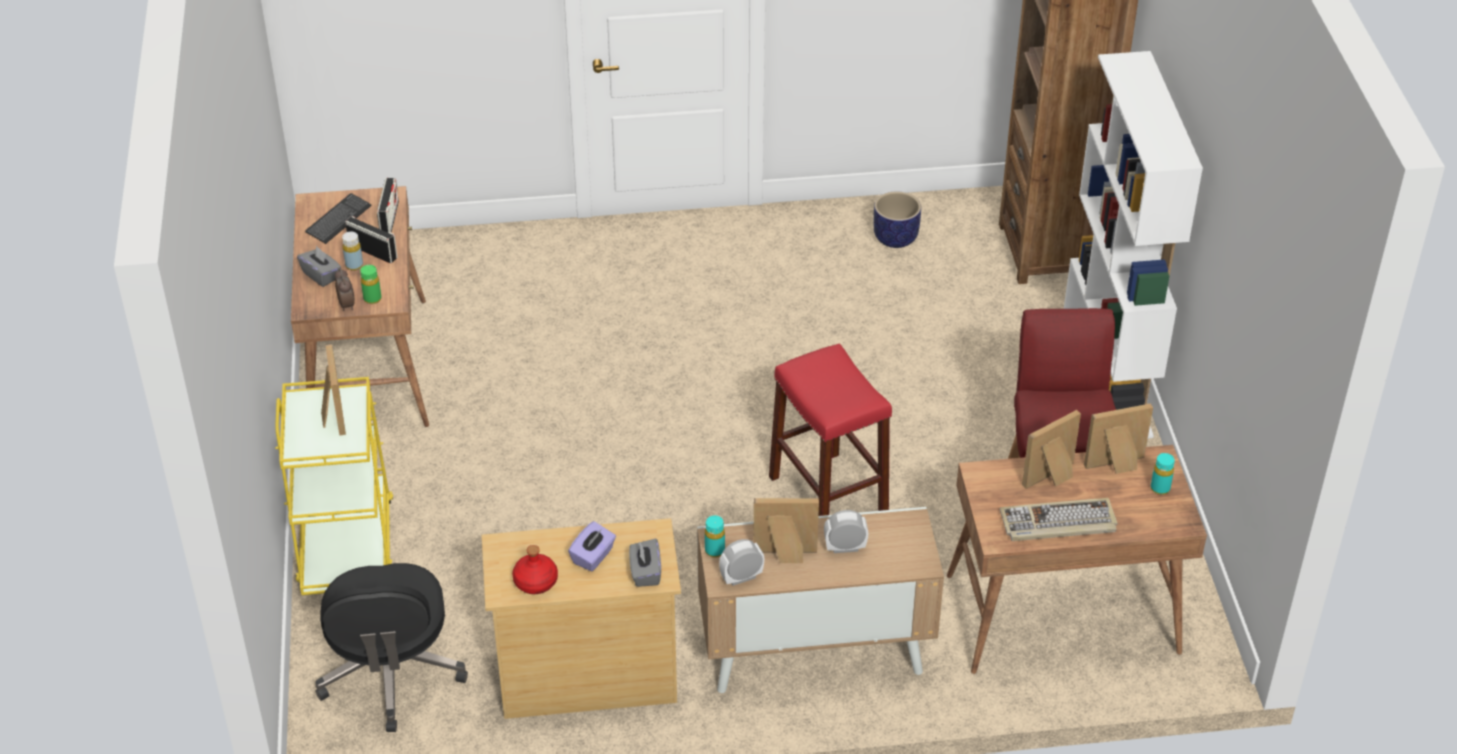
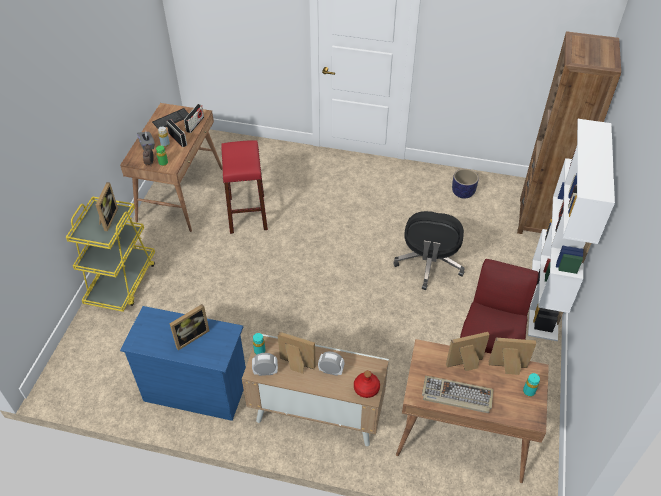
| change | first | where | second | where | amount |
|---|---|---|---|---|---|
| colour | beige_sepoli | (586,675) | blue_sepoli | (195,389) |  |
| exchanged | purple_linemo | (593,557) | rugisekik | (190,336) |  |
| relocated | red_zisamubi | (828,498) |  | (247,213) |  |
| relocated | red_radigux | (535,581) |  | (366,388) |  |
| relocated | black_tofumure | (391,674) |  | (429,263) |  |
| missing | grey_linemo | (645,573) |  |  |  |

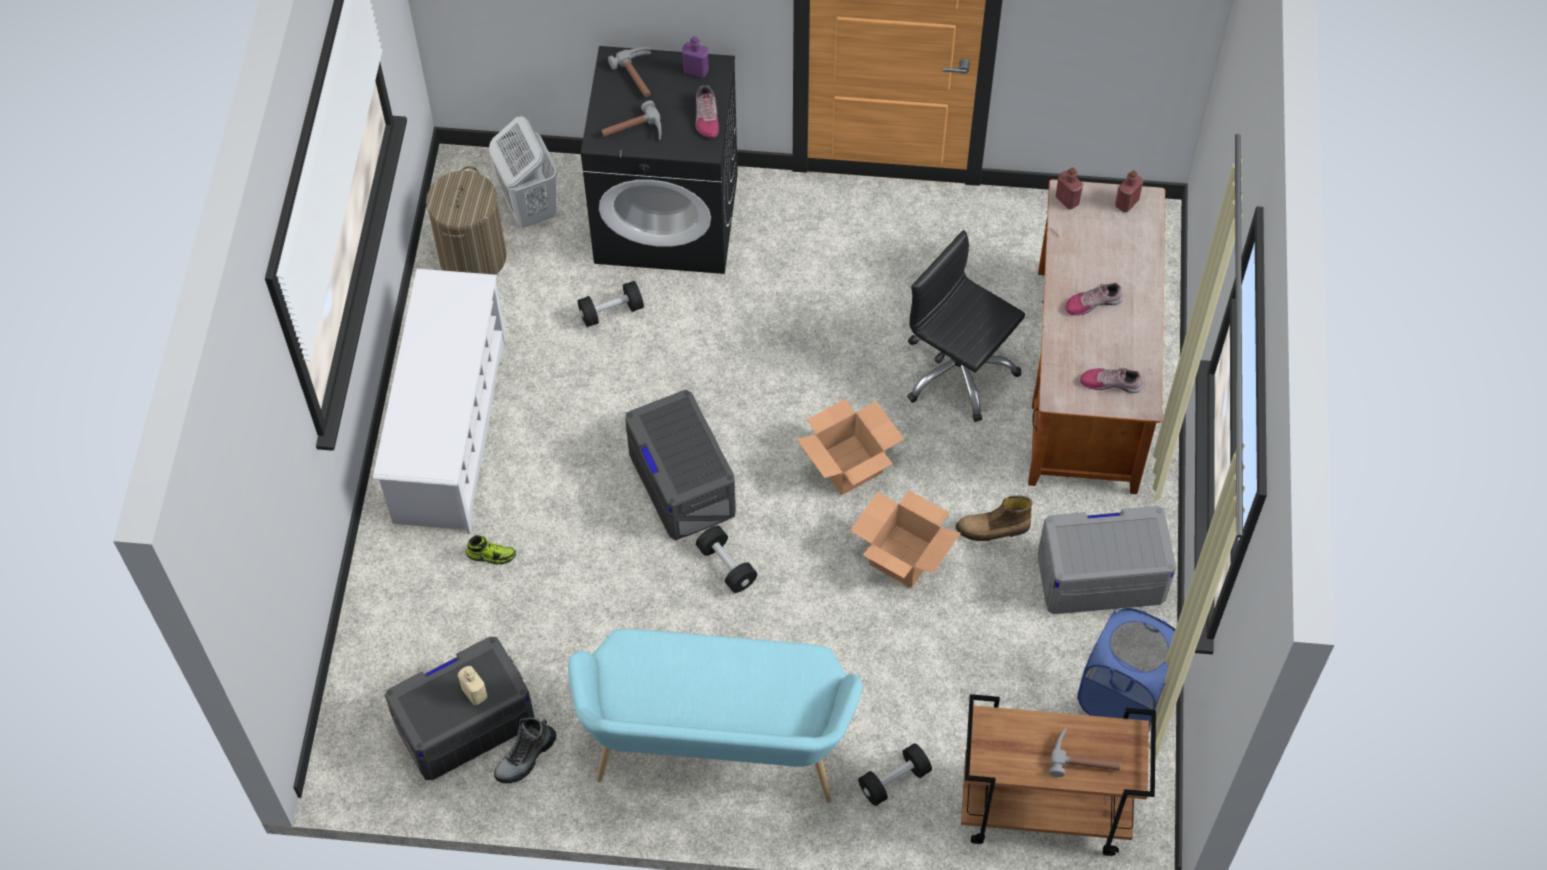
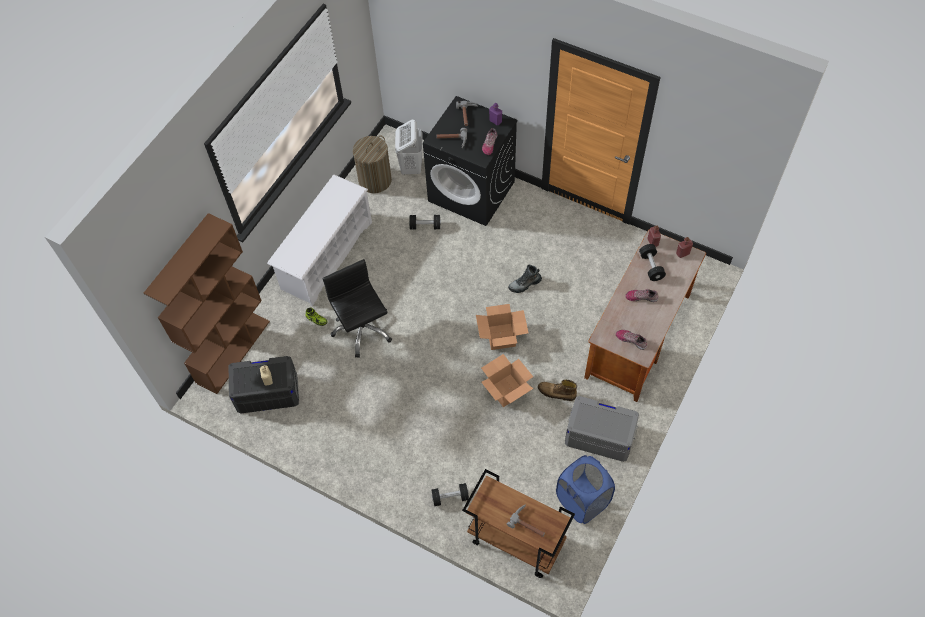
| change | first | where | second | where | amount |
|---|---|---|---|---|---|
| appeared |  |  | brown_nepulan | (233,351) |  |
| relocated | black_tofumure | (958,372) |  | (362,329) |  |
| relocated | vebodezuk | (525,757) |  | (525,284) |  |
| relocated | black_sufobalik | (726,566) |  | (651,267) |  |
| missing | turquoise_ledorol | (717,751) |  |  |  |
| missing | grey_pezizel | (682,482) |  |  |  |

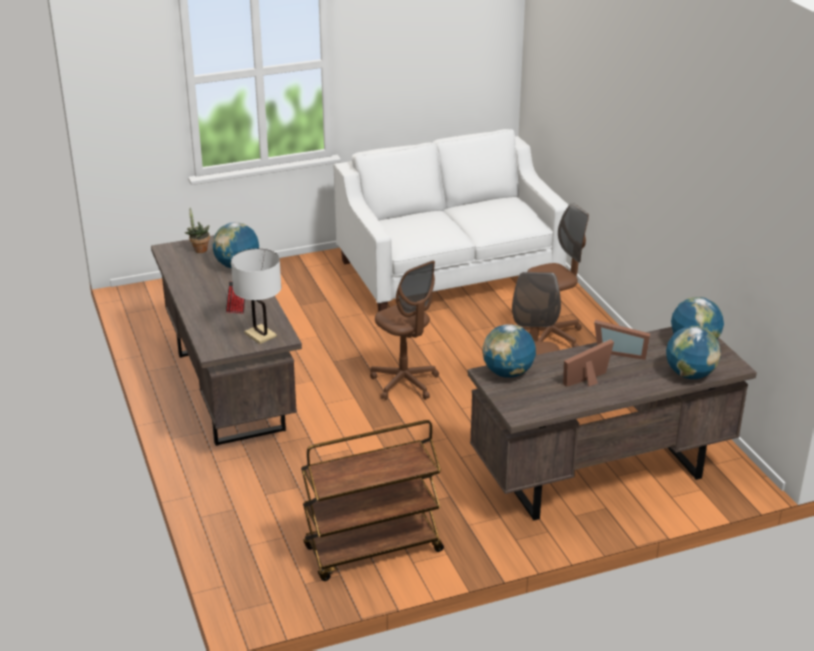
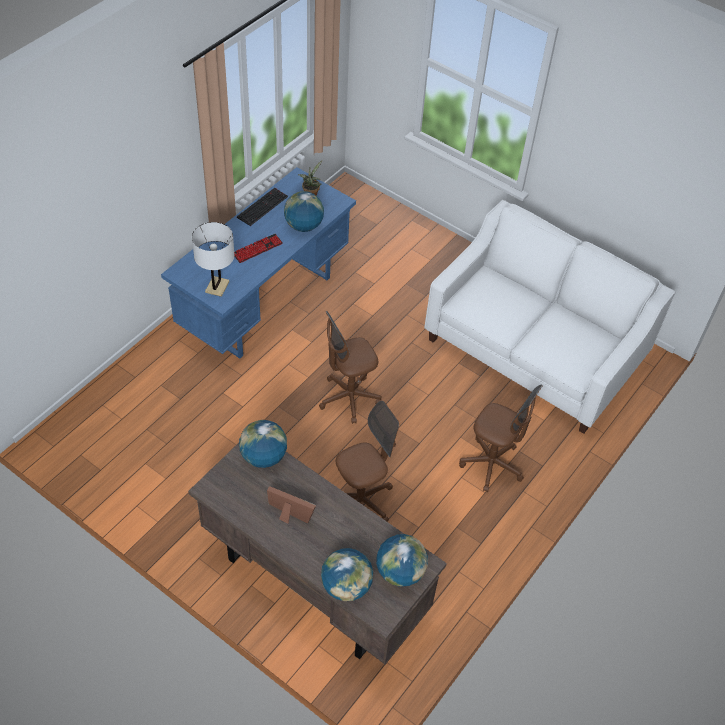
| change | first | where | second | where | amount |
|---|---|---|---|---|---|
| colour | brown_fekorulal | (228,390) | blue_fekorulal | (265,302) |  |
| appeared |  |  | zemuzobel | (262,206) |  |
| spun | brown_tofumure | (404,383) |  | (349,398) | 45 degrees clockwise |
| missing | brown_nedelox | (372,550) |  |  |  |
| missing | rugisekik | (620,351) |  |  |  |

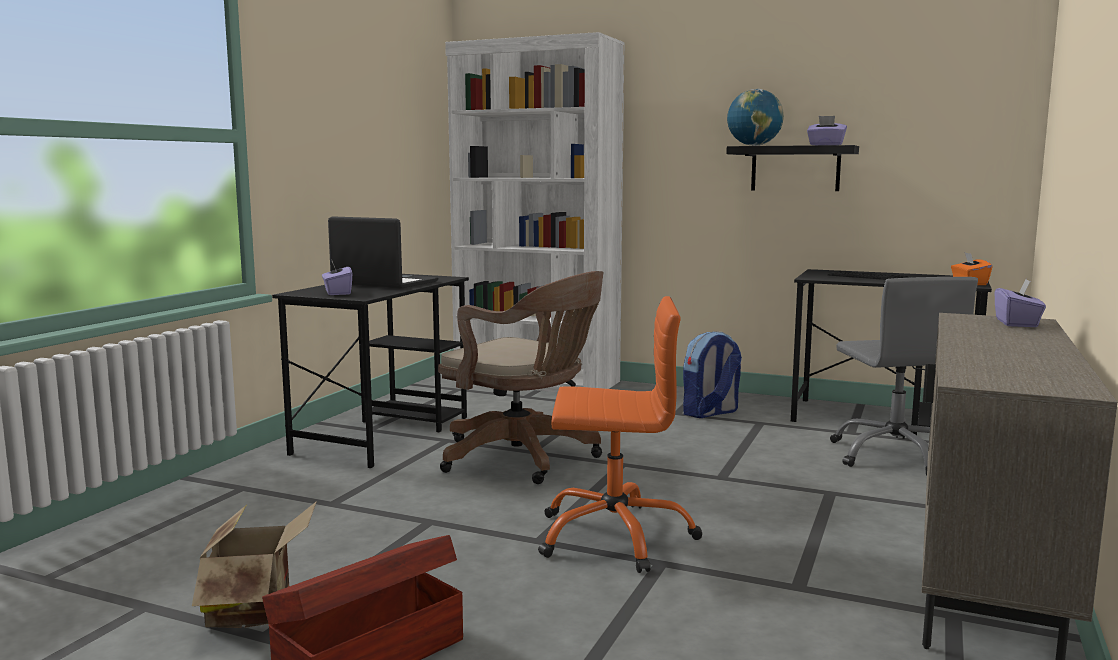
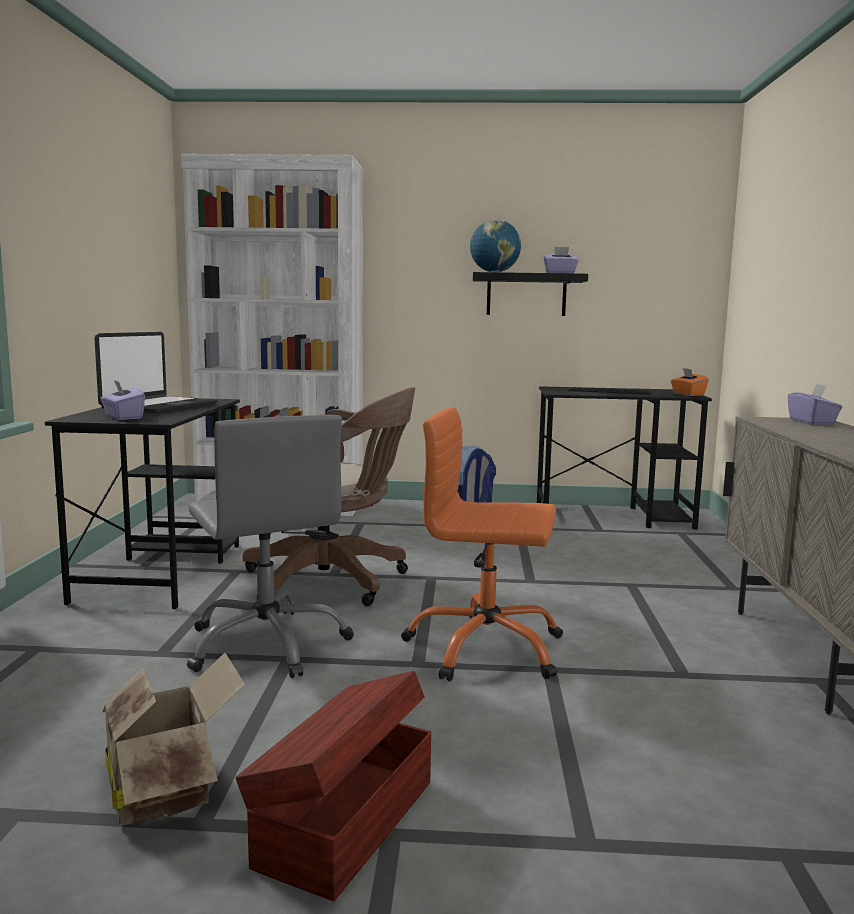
| change | first | where | second | where | amount |
|---|---|---|---|---|---|
| spun | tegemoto | (384,283) |  | (159,406) | 105 degrees clockwise |
| relocated | grey_tofumure | (895,455) |  | (268,644) |  |
| spun | orange_tofumure | (615,536) |  | (485,648) | 150 degrees counterclockwise |

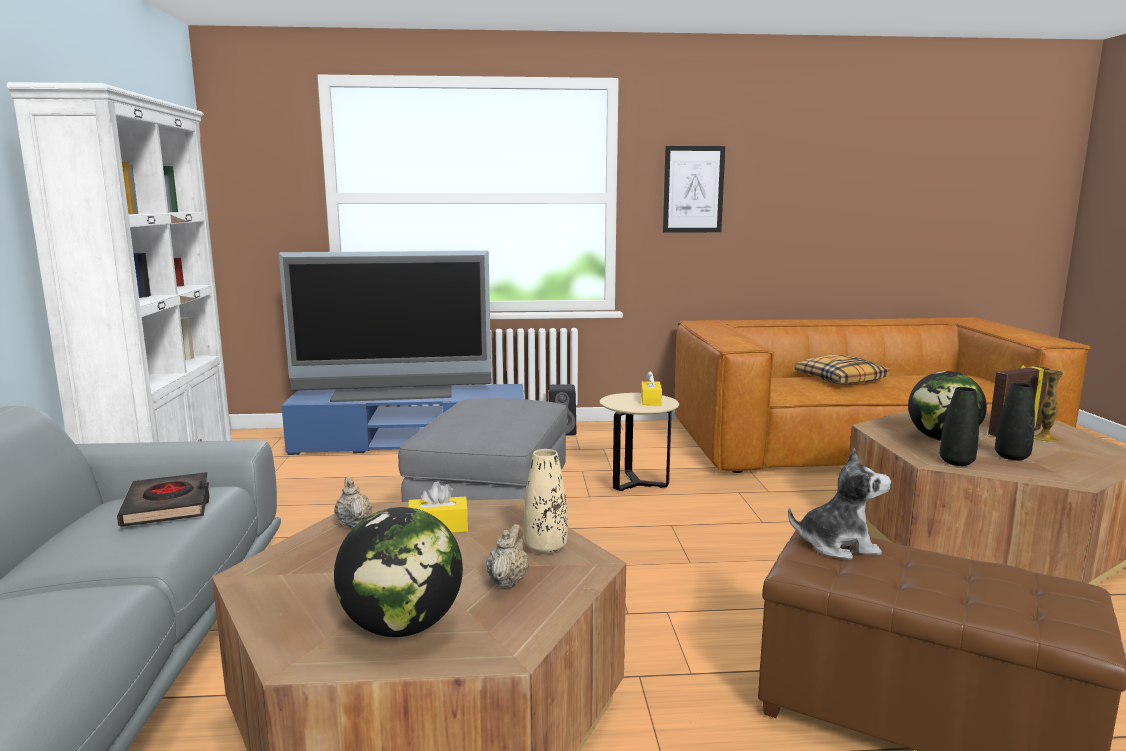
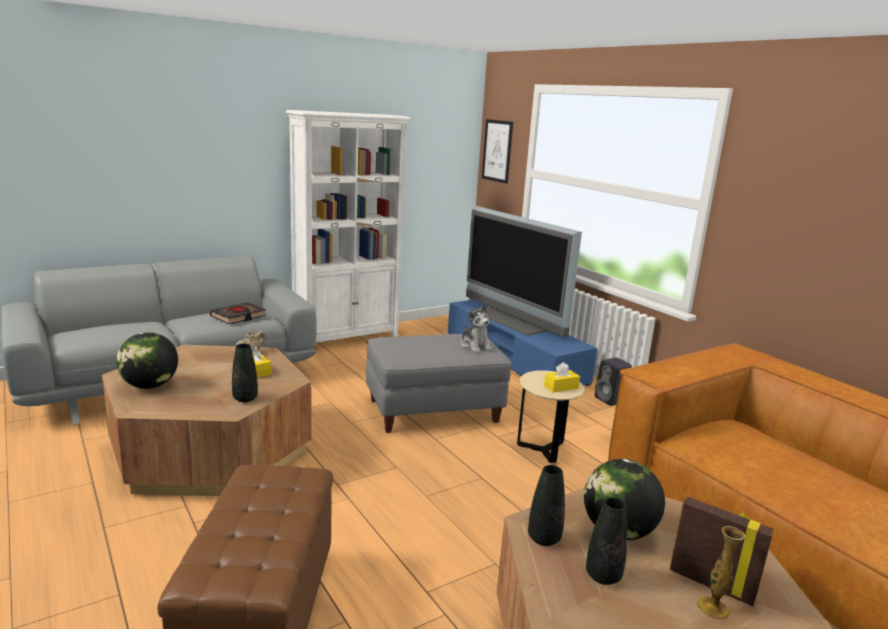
| change | first | where | second | where | amount |
|---|---|---|---|---|---|
| colour | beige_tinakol | (545,548) | black_tinakol | (245,398) |  |
| relocated | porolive | (837,545) |  | (475,346) |  |
| relocated | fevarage | (693,189) |  | (497,151) |  |
| missing | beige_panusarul | (508,581) |  |  |  |
| missing | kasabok | (840,380) |  |  |  |

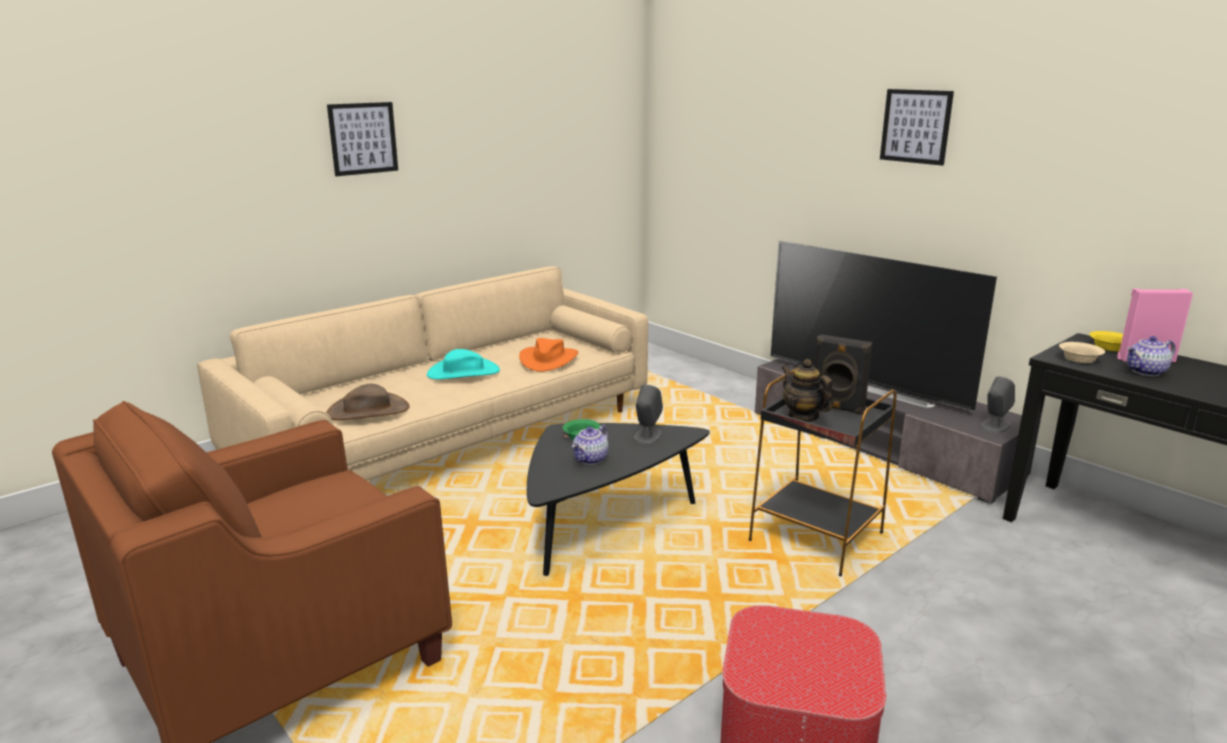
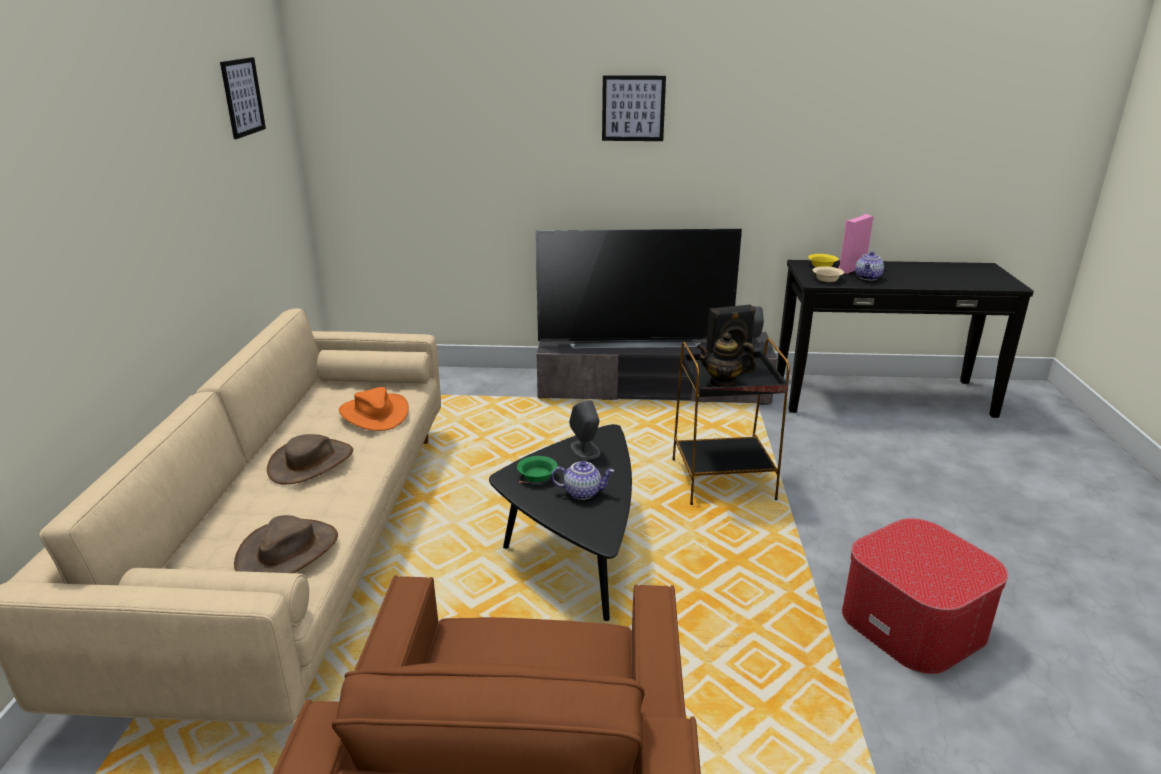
| change | first | where | second | where | amount |
|---|---|---|---|---|---|
| relocated | fevarage | (363,138) |  | (242,97) |  |
| colour | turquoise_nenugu | (463,372) | brown_nenugu | (311,462) |  |
| spun | panusarul | (591,459) |  | (583,492) | 75 degrees counterclockwise |

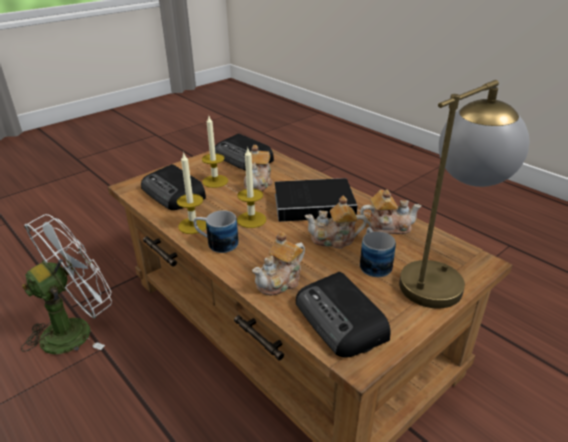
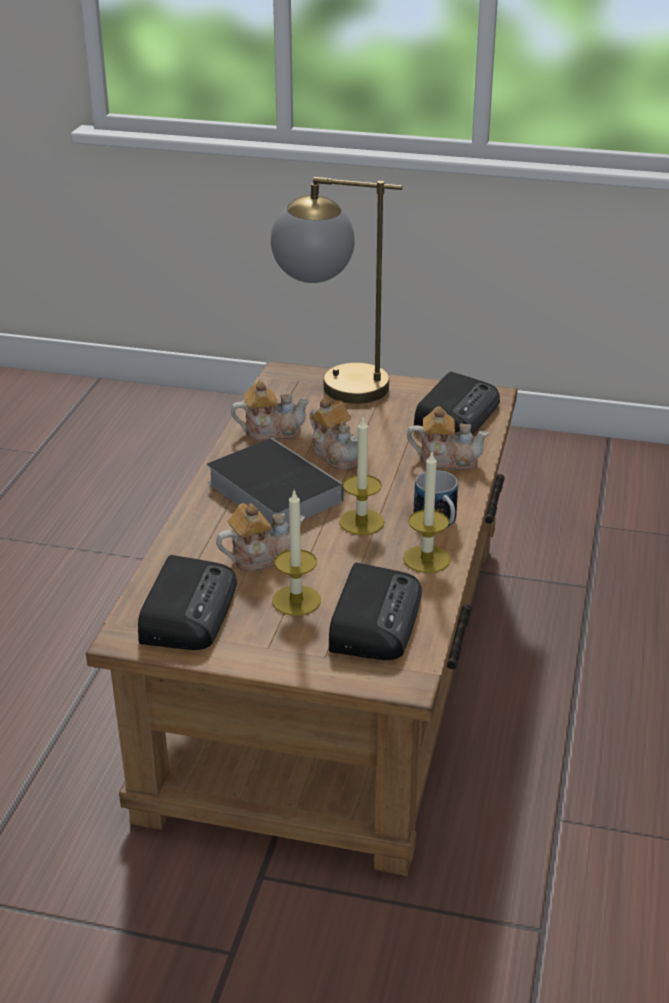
| change | first | where | second | where | amount |
|---|---|---|---|---|---|
| spun | panusarul | (388,227) |  | (271,431) | 120 degrees clockwise |
| missing | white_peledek | (76,329) |  |  |  |
| missing | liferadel | (373,263) |  |  |  |

